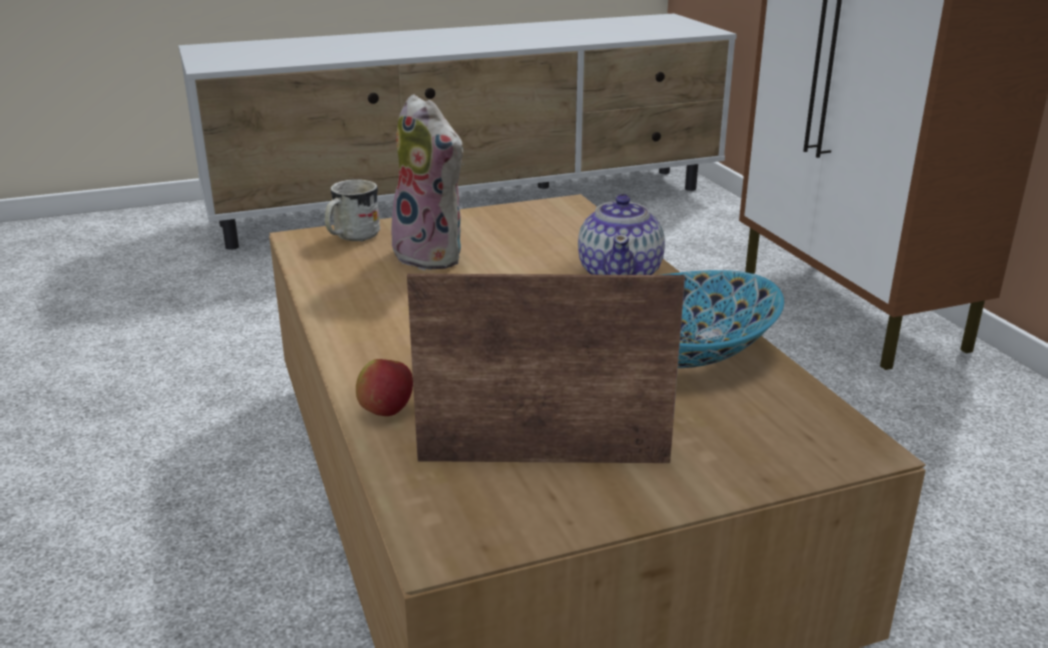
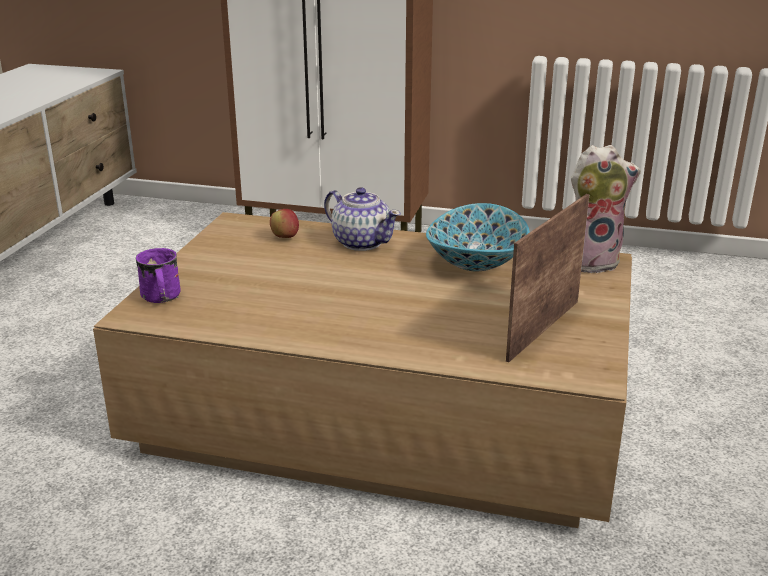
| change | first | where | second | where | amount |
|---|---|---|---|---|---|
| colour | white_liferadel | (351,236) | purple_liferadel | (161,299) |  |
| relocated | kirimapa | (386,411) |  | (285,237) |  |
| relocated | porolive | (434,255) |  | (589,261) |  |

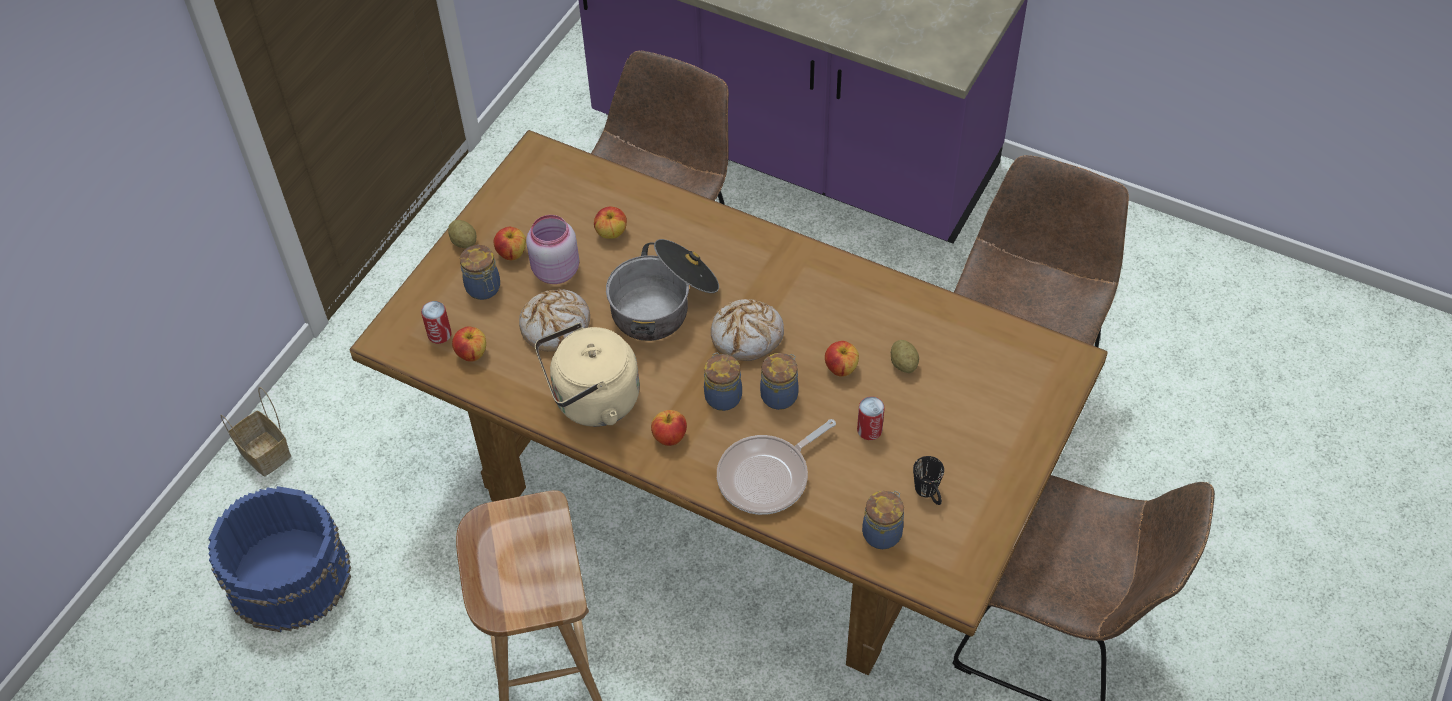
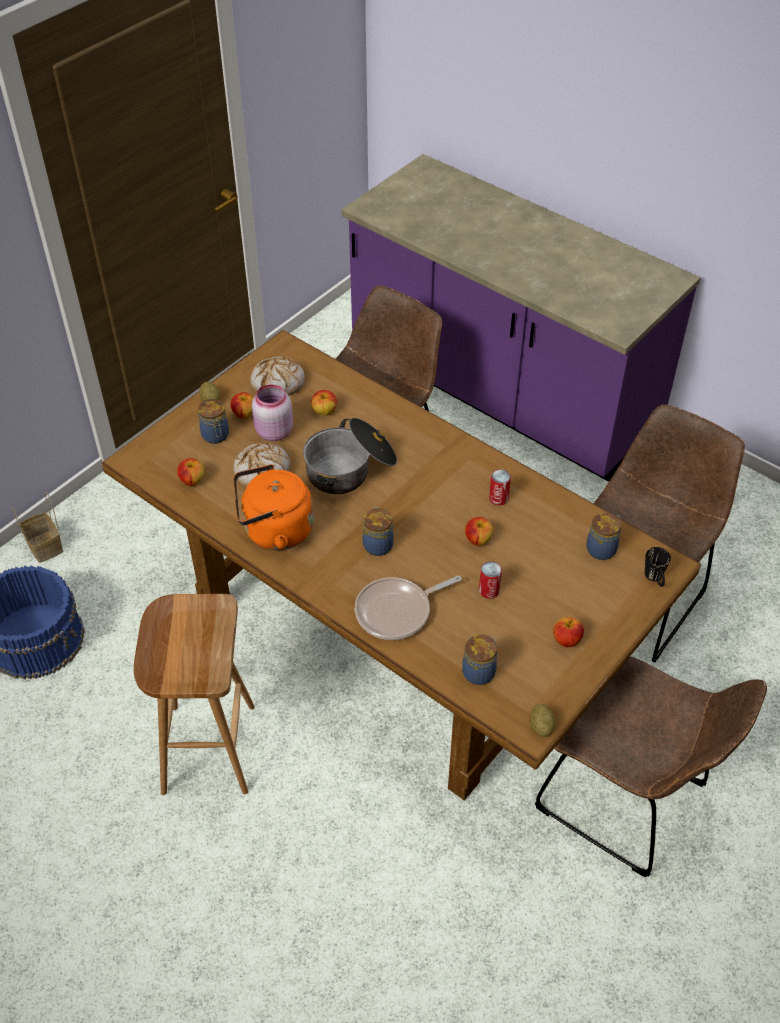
| change | first | where | second | where | amount |
|---|---|---|---|---|---|
| colour | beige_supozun | (592,401) | orange_supozun | (274,531) |  |
| relocated | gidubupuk | (747,335) |  | (278,383) |  |
| relocated | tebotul | (439,334) |  | (498,498) |  |
| relocated | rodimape | (903,364) |  | (541,726) |  |
| relocated | kirimapa | (670,437) |  | (566,640) |  |
| relocated | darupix | (780,395) |  | (602,549) |  |
| relocated | black_liferadel | (929,494) |  | (655,579) |  |

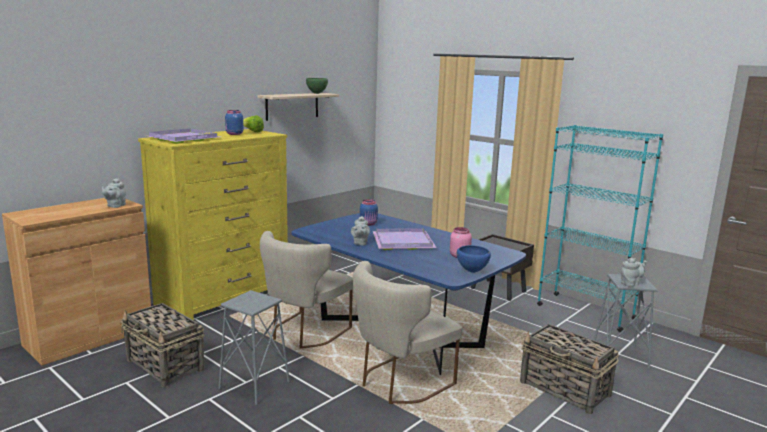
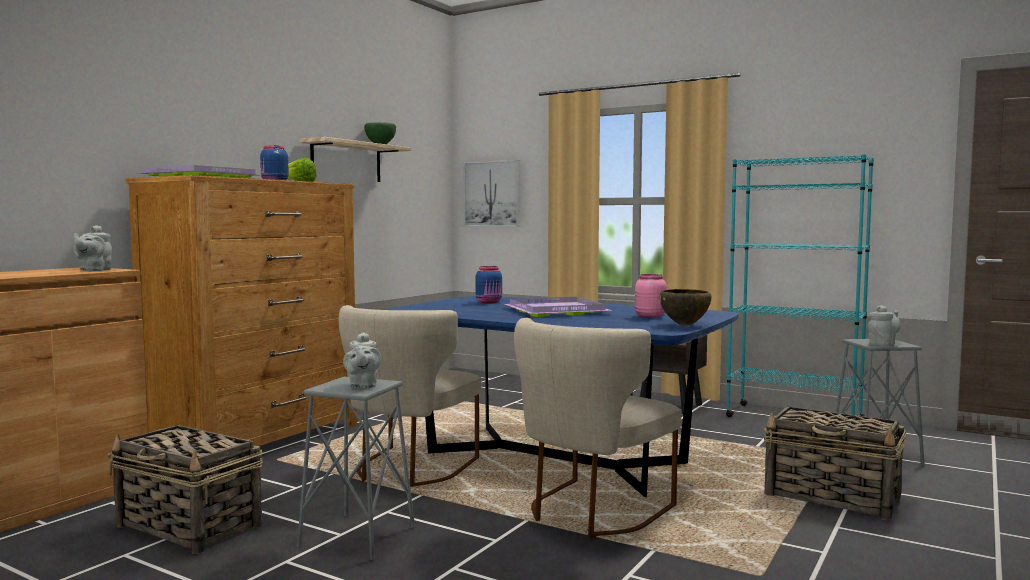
| change | first | where | second | where | amount |
|---|---|---|---|---|---|
| colour | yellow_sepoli | (224,297) | brown_sepoli | (258,440) |  |
| relocated | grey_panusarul | (360,243) |  | (363,385) |  |
| appeared |  |  | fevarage | (492,194) |  |
| colour | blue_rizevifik | (472,271) | brown_rizevifik | (685,325) |  |

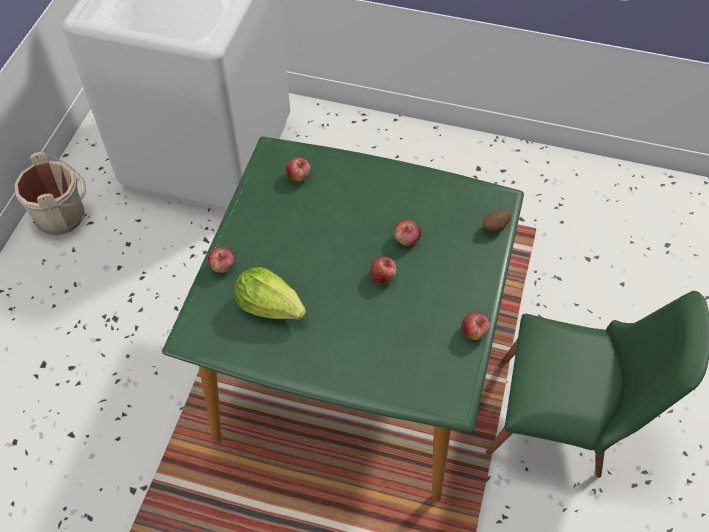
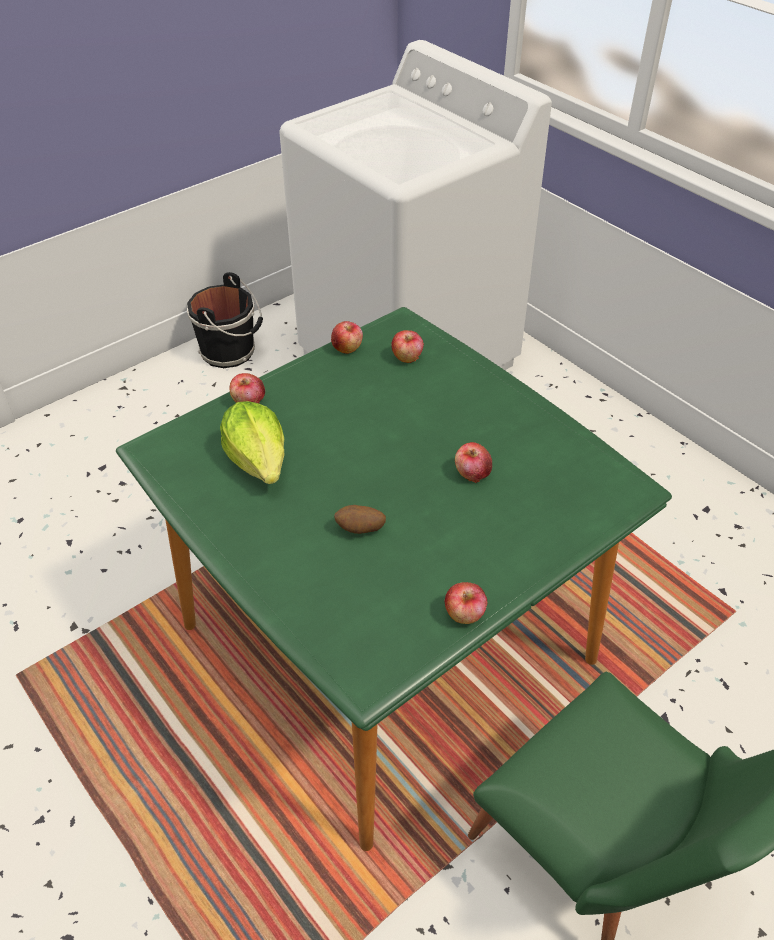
| change | first | where | second | where | amount |
|---|---|---|---|---|---|
| colour | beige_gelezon | (63,215) | black_gelezon | (230,352) |  |
| relocated | kirimapa | (382,277) |  | (347,348) |  |
| relocated | rodimape | (495,227) |  | (360,529) |  |

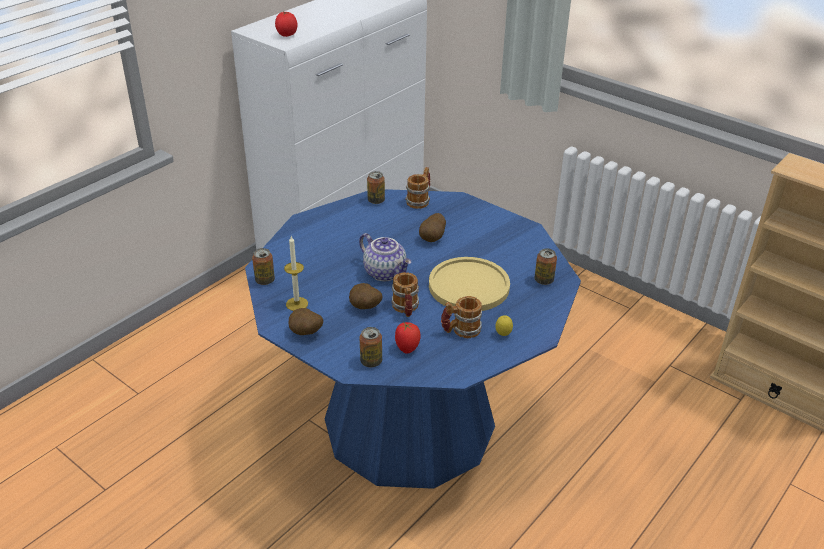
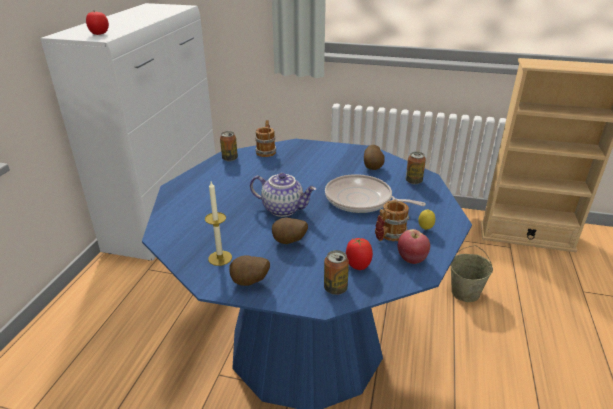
| change | first | where | second | where | amount |
|---|---|---|---|---|---|
| exchanged | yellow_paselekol | (469,286) | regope | (361,200) |  |
| relocated | rodimape | (433,239) |  | (373,167) |  |
| appeared |  |  | kirimapa | (411,259) |  |
| appeared |  |  | beige_gelezon | (465,292) |  |
| missing | tebotul | (265,280) |  |  |  |
| missing | liferadel | (406,309) |  |  |  |

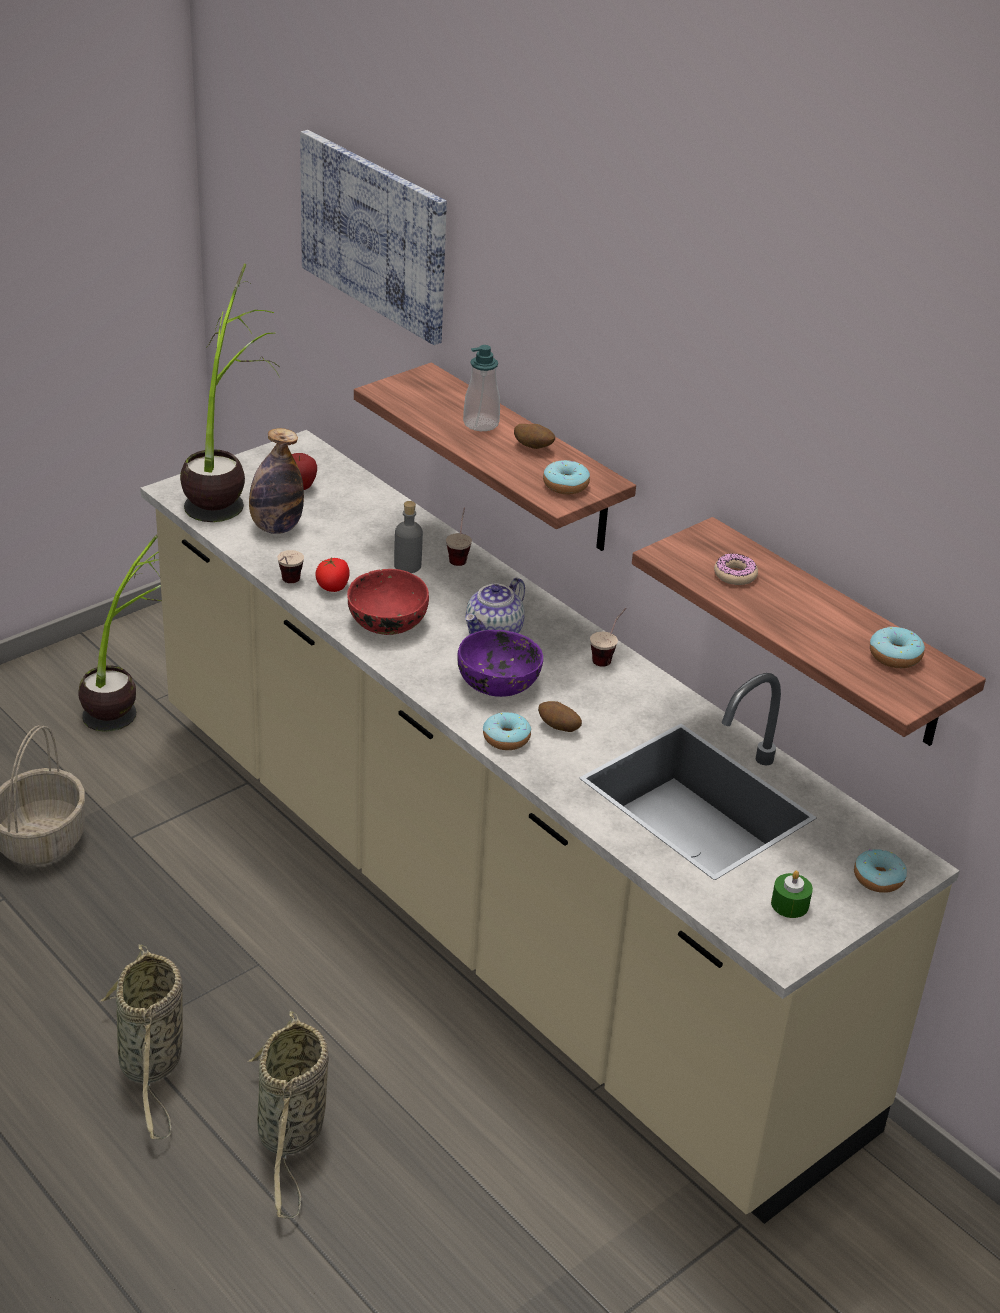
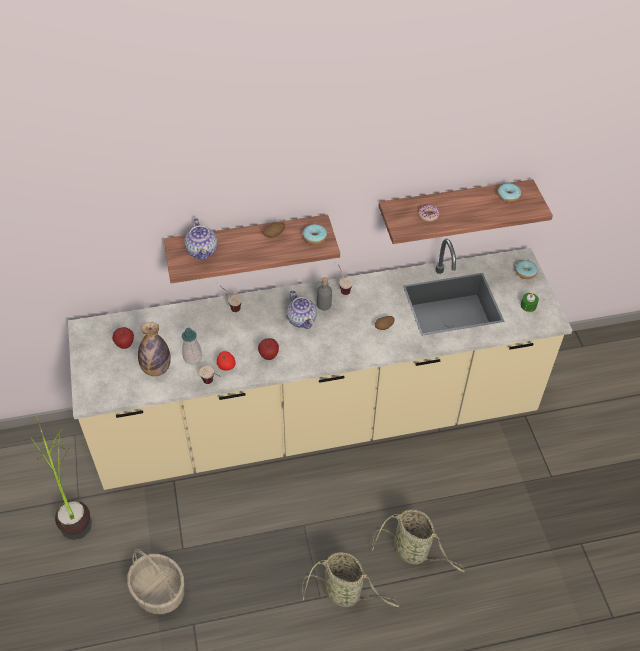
| change | first | where | second | where | amount |
|---|---|---|---|---|---|
| relocated | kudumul | (481,423) |  | (192,357) |  |
| appeared |  |  | panusarul | (202,251) |  |
| exchanged | red_rizevifik | (386,622) | kirimapa | (268,356) |  |
| relocated | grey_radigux | (407,566) |  | (324,305) |  |
| missing | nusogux | (228,488) |  |  |  |
| missing | fevarage | (374,234) |  |  |  |
| missing | purple_rizevifik | (499,683) |  |  |  |
| missing | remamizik | (506,738) |  |  |  |

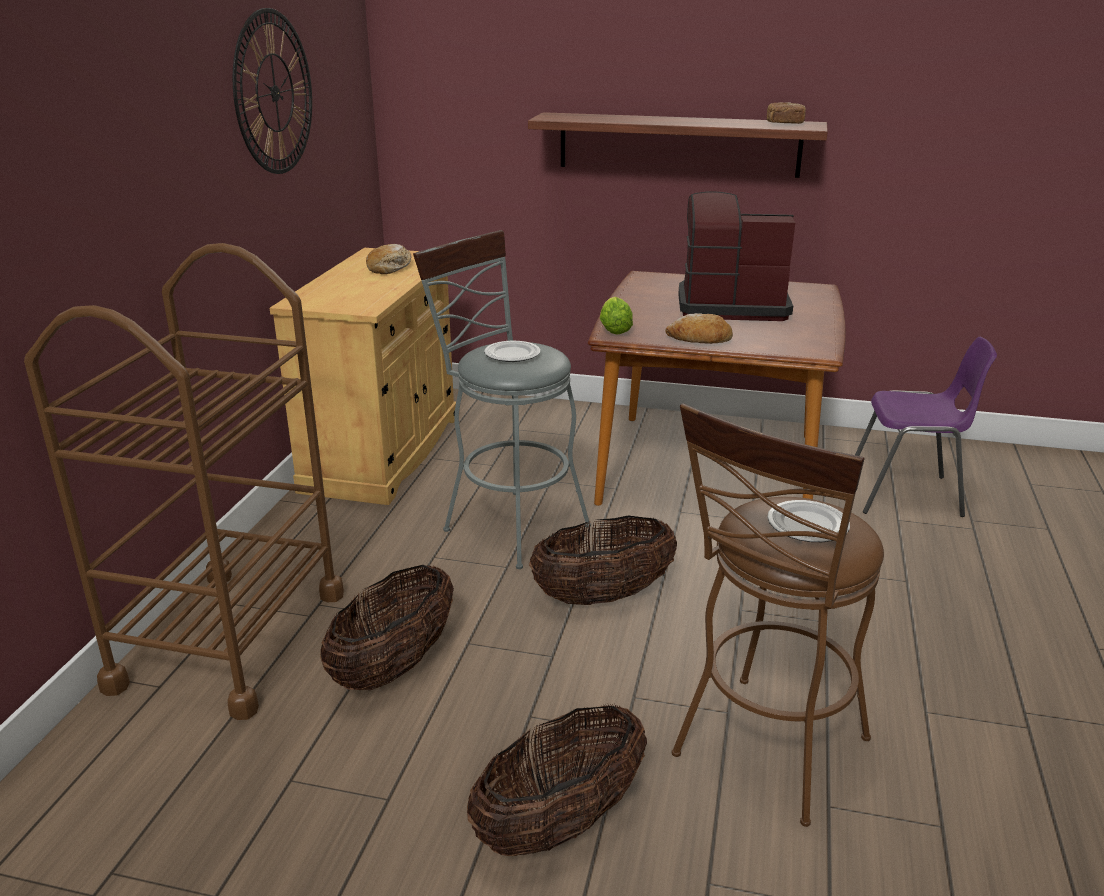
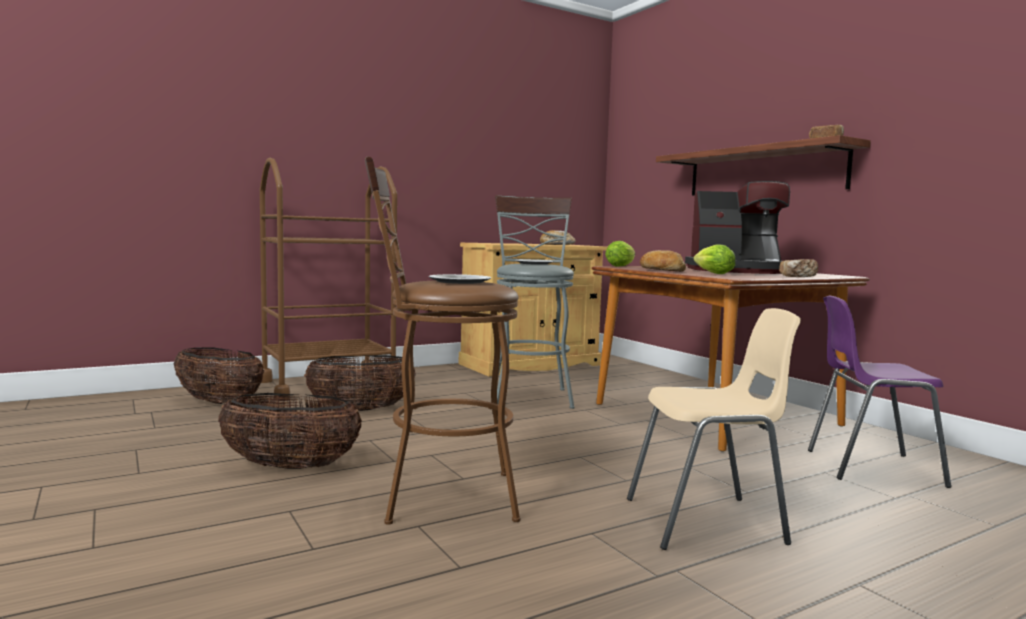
| change | first | where | second | where | amount |
|---|---|---|---|---|---|
| relocated | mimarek | (603,596) |  | (219,402) |  |
| appeared |  |  | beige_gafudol | (708,522) |  |
| spun | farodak | (730,306) |  | (736,271) | 135 degrees clockwise |
| appeared |  |  | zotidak | (711,273) |  |
| appeared |  |  | gidubupuk | (798,277) |  |
| spun | purple_gafudol | (907,494) |  | (869,467) | 135 degrees clockwise |
| missing | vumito | (274,93) |  |  |  |

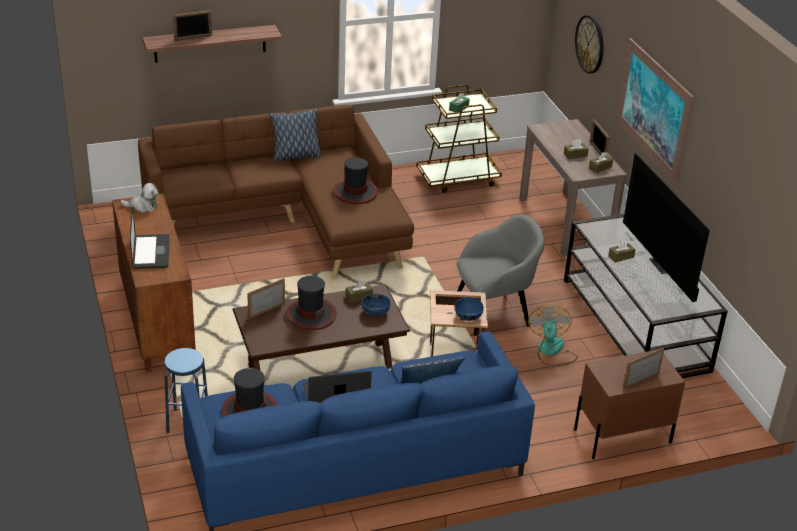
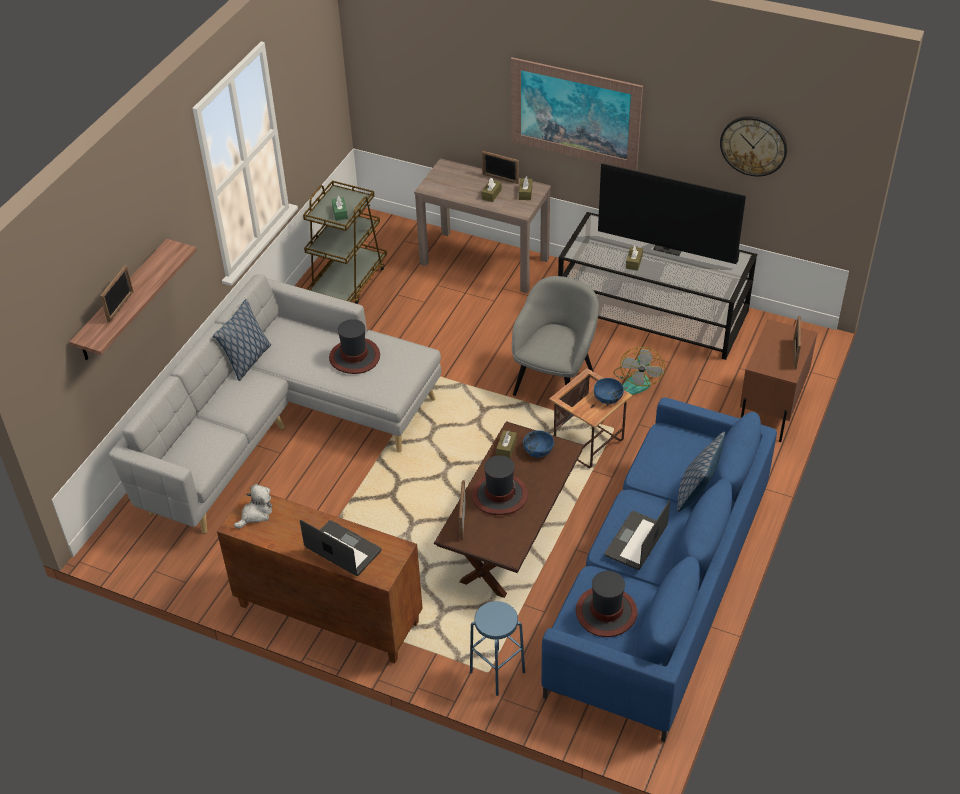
| change | first | where | second | where | amount |
|---|---|---|---|---|---|
| colour | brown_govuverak | (292,223) | grey_govuverak | (284,428) |  |
| spun | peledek | (551,351) |  | (637,380) | 120 degrees counterclockwise |
| relocated | vumito | (590,44) |  | (753,145) |  |

